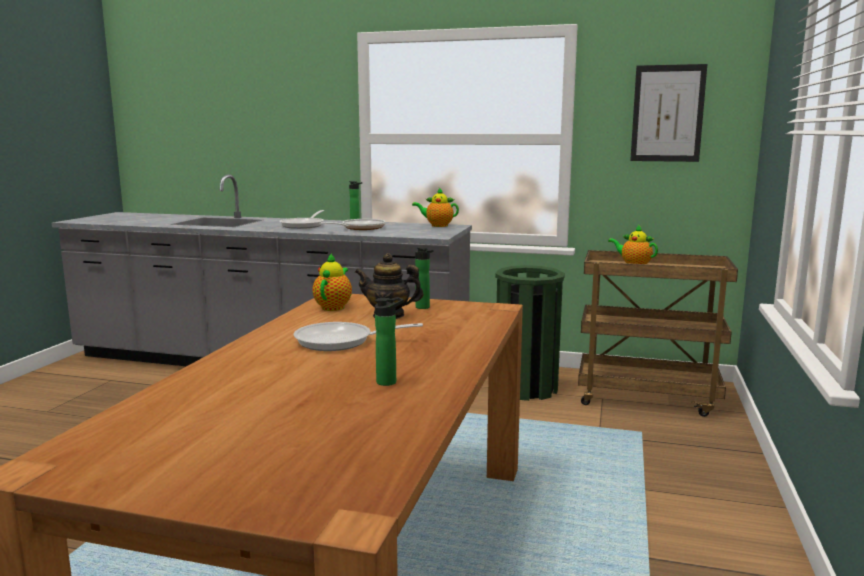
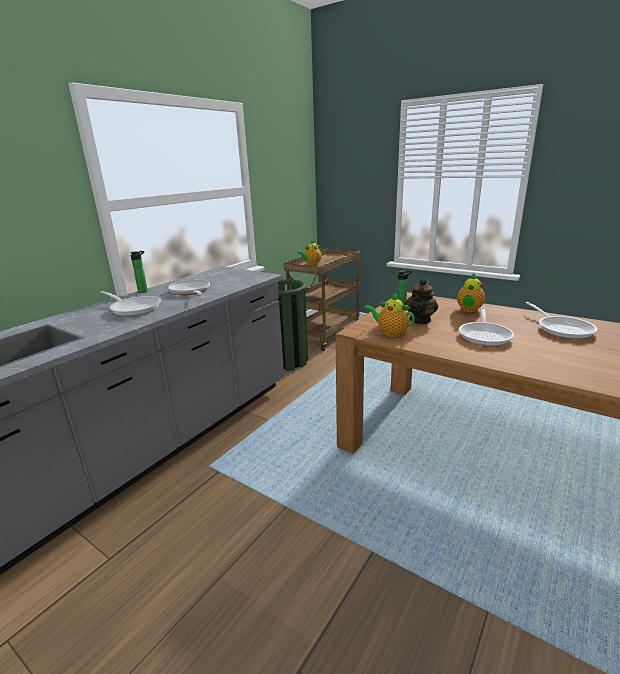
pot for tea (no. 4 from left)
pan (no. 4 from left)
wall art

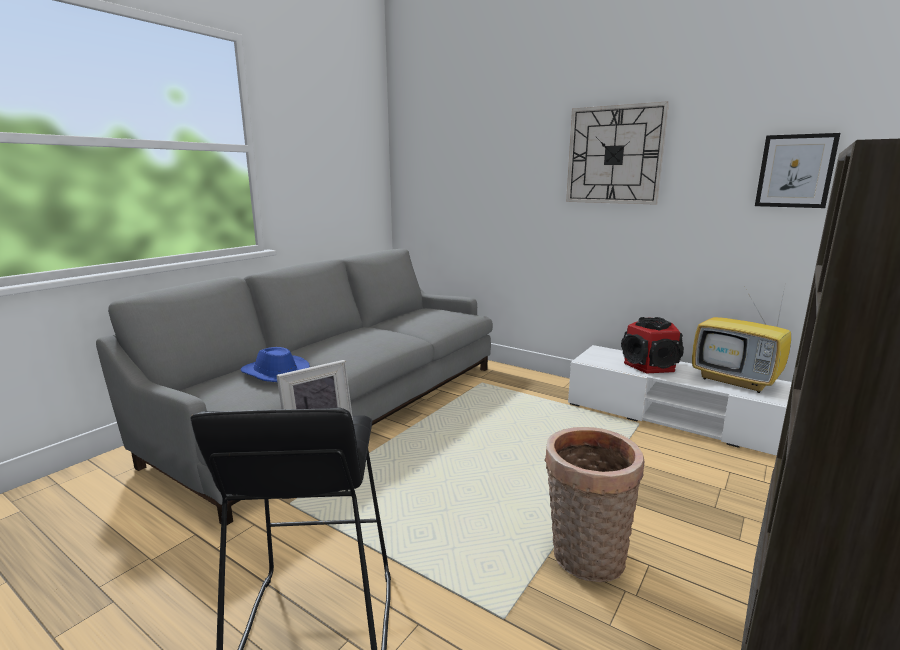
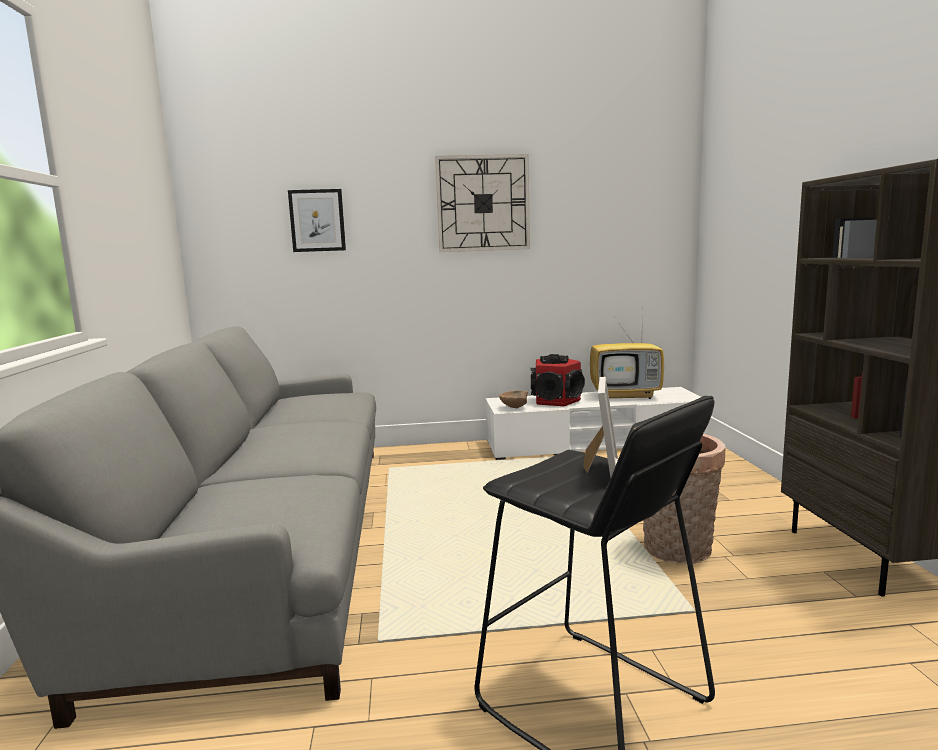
wall art
brownish serving bowl
bluish wearable hat

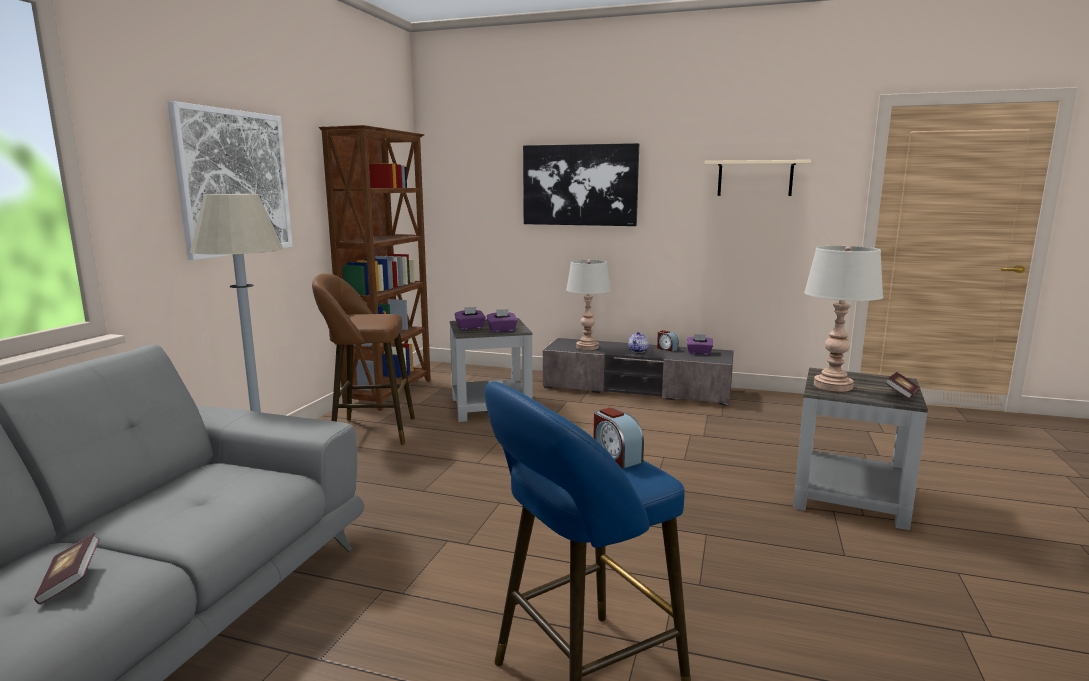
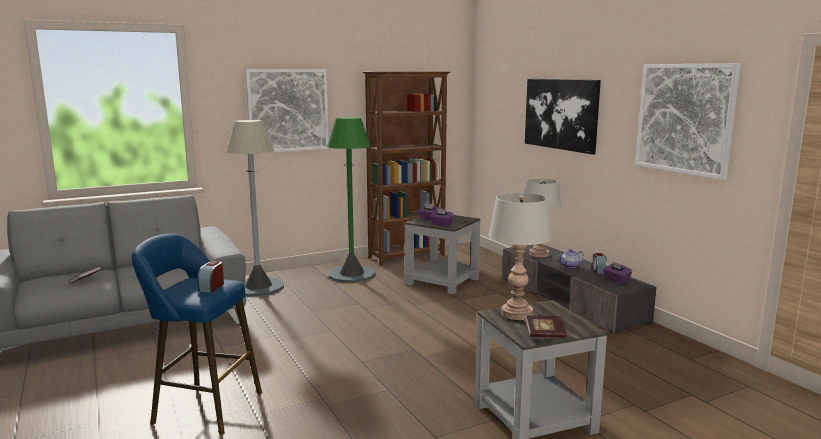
green-coloured floor lamp
wall art (no. 3 from left)

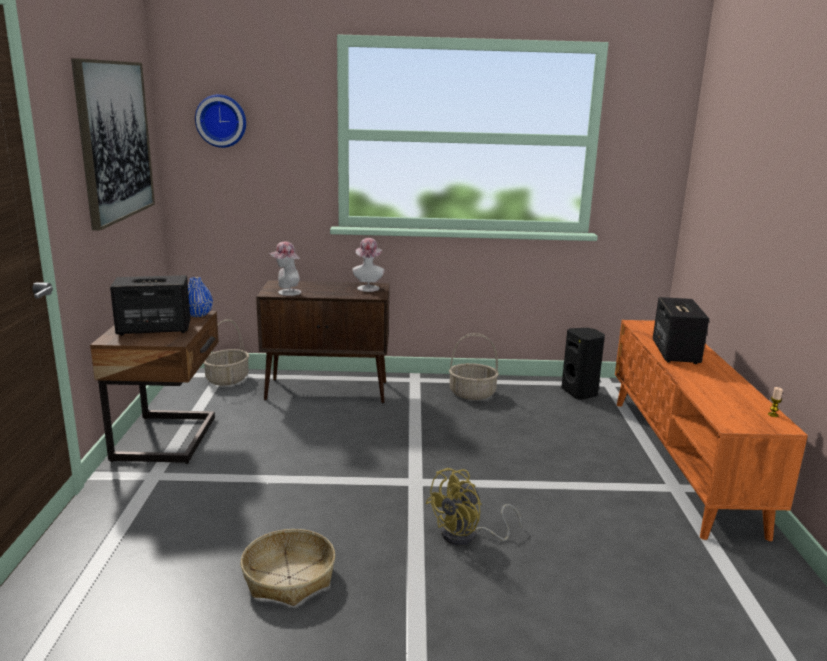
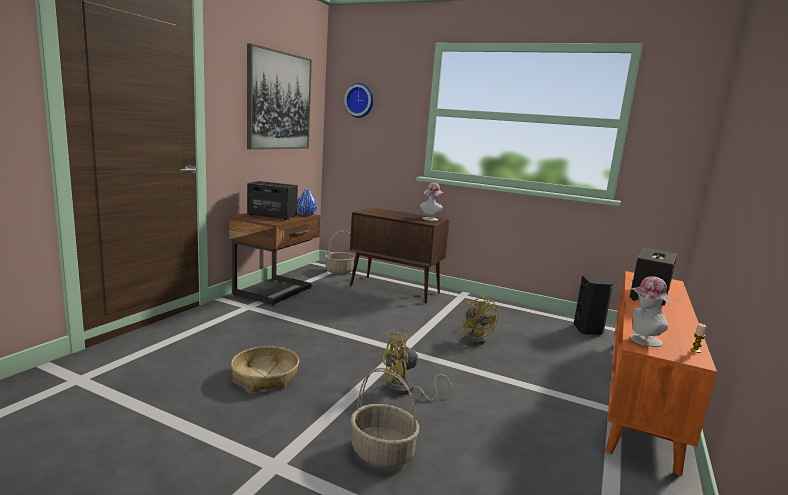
household basket (no. 3 from left)
yellow fan (no. 2 from left)
wearable hat (no. 2 from left)

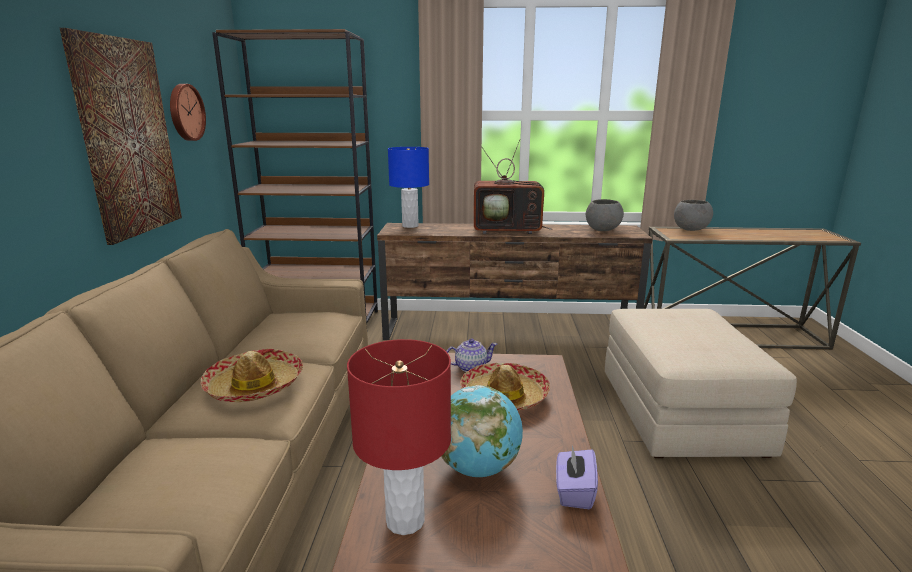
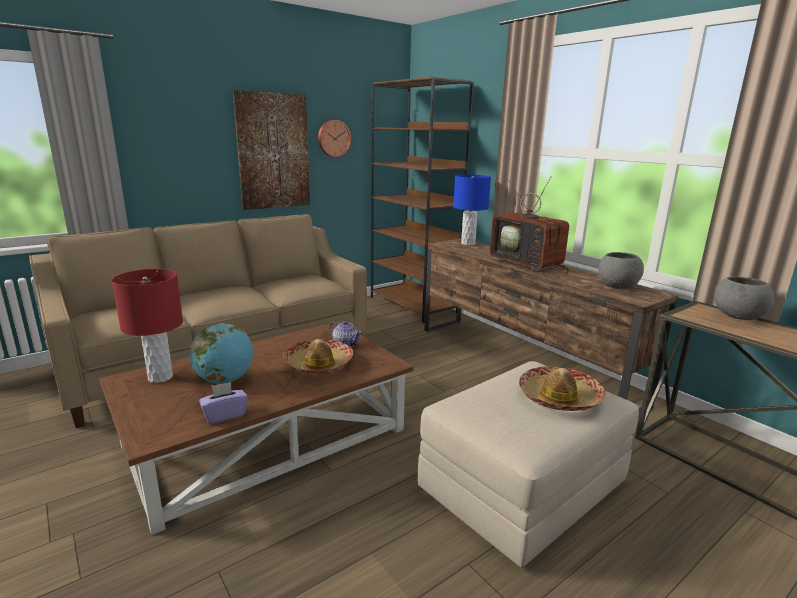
wearable hat (no. 2 from left)

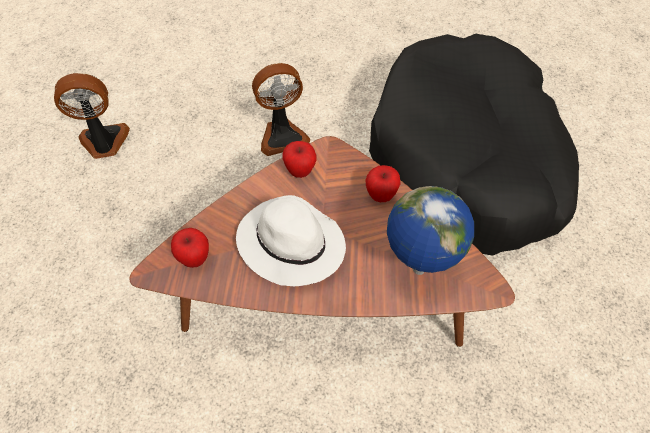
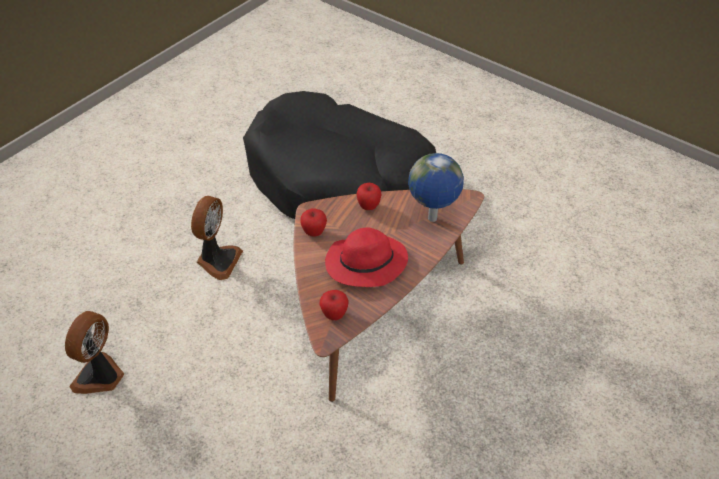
red wearable hat

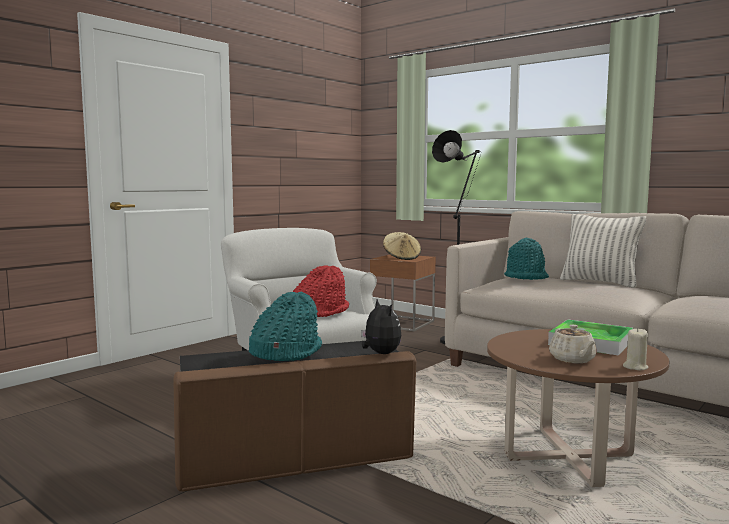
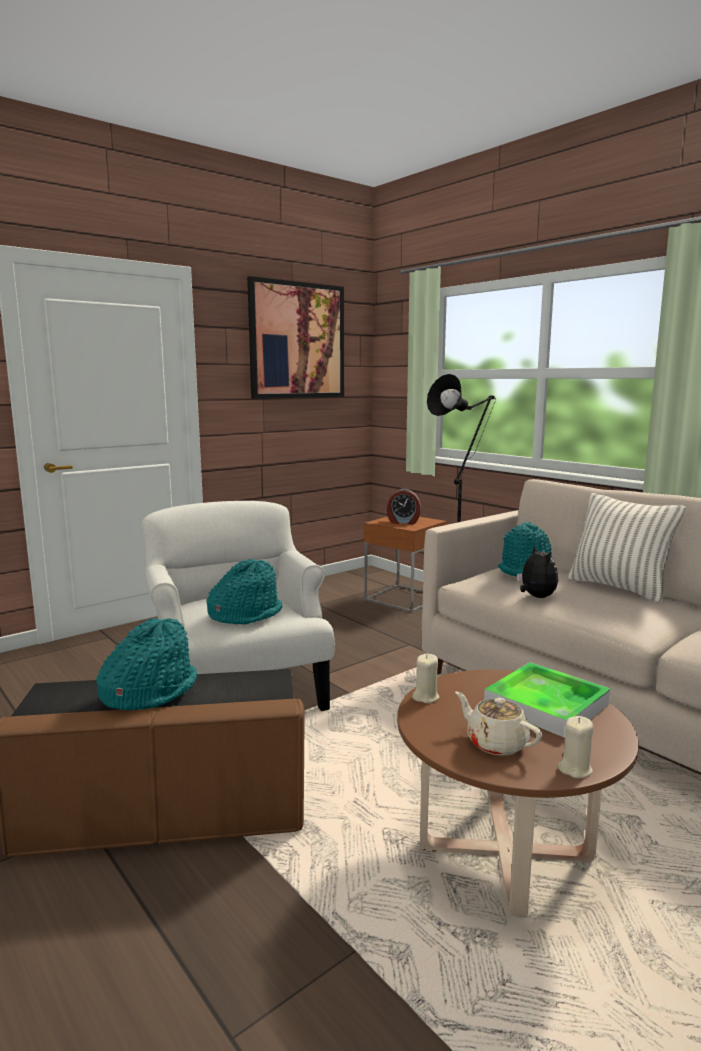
blue-green wearable hat (no. 2 from left)
wall art
bedside clock
beige-coloured wax candle (no. 1 from left)
beige-coloured pot for tea
soft toy

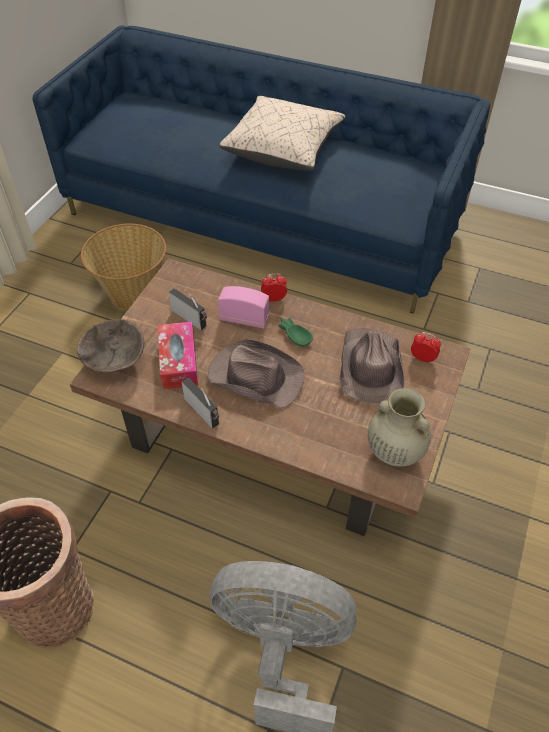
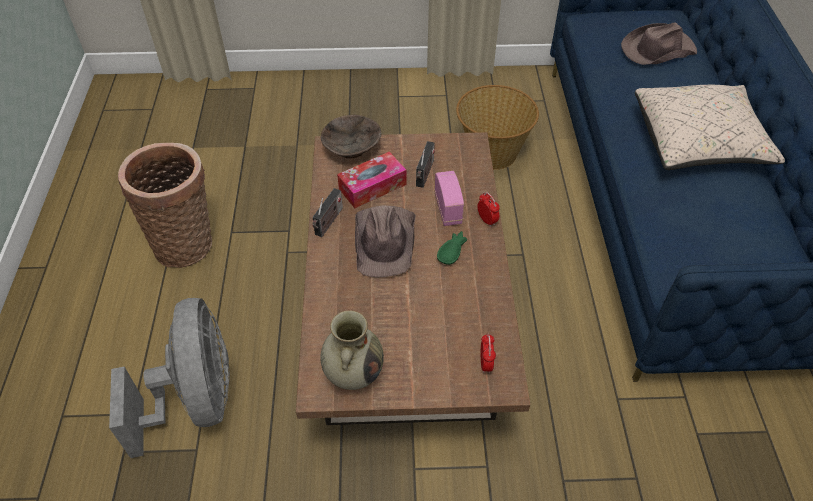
brownish wearable hat (no. 2 from left)

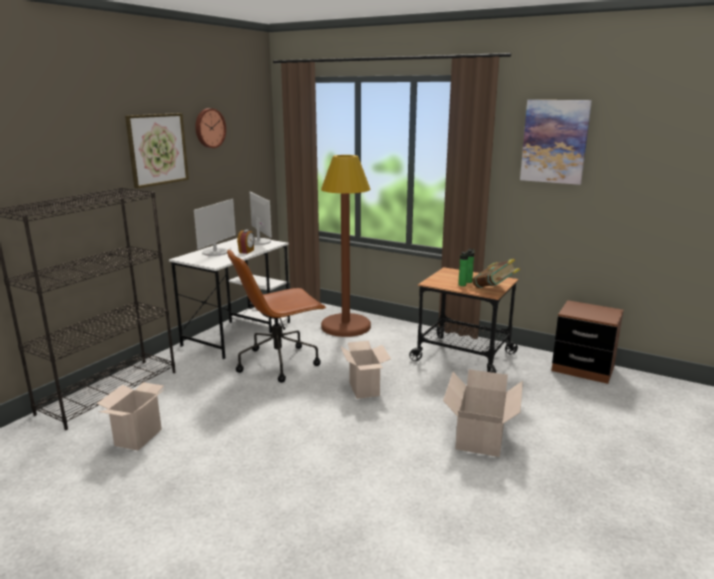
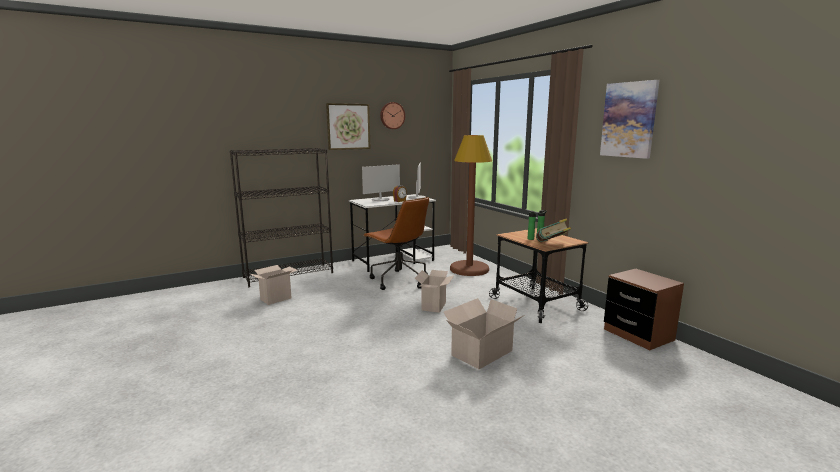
brownish office chair

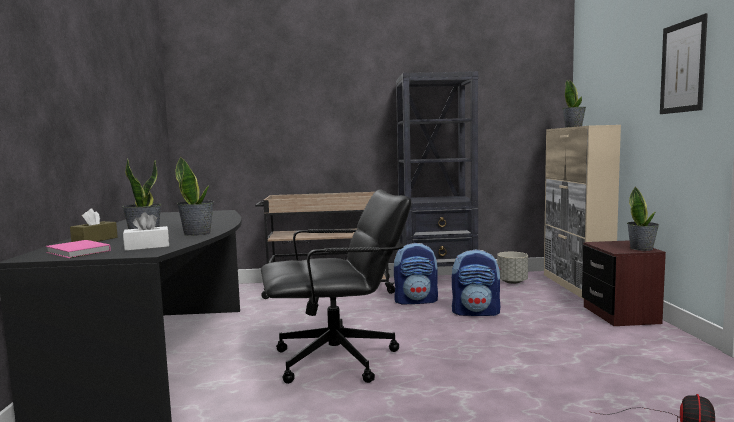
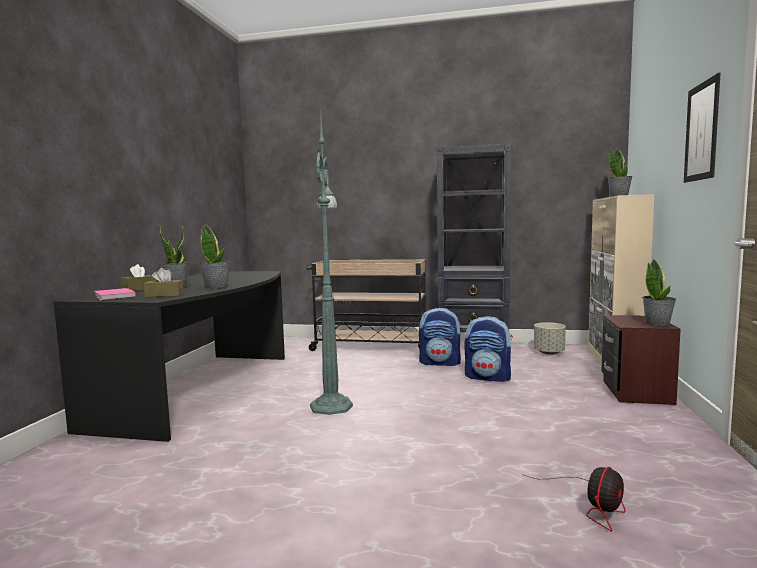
brownish tissue holder (no. 2 from left)
green-coloured floor lamp

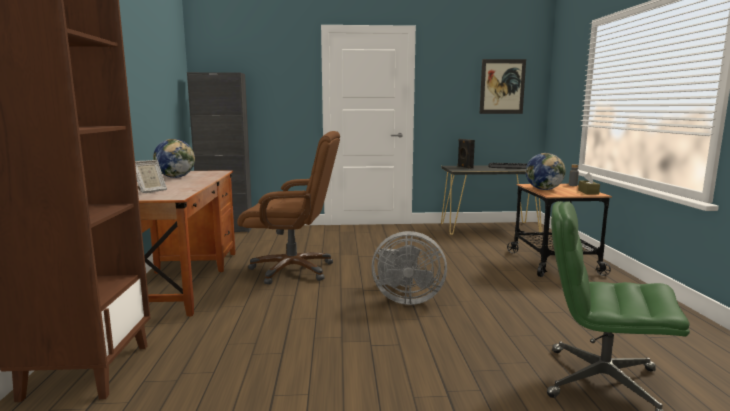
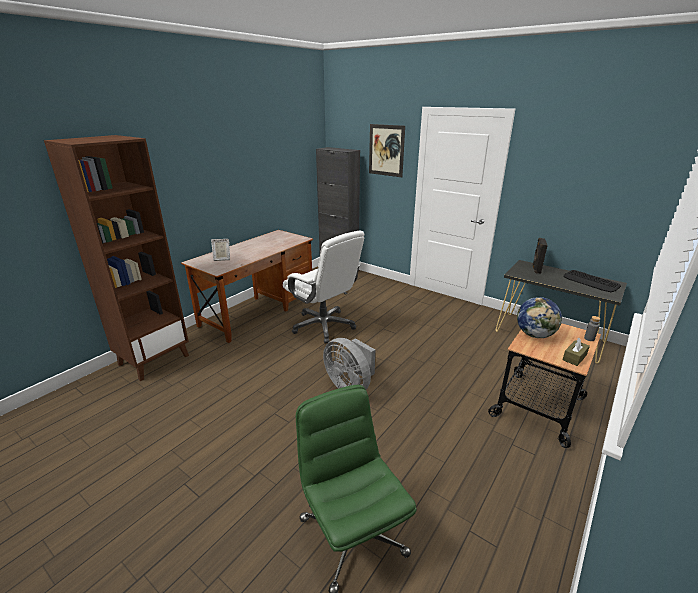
white office chair
wall art
globe (no. 1 from left in the first image)

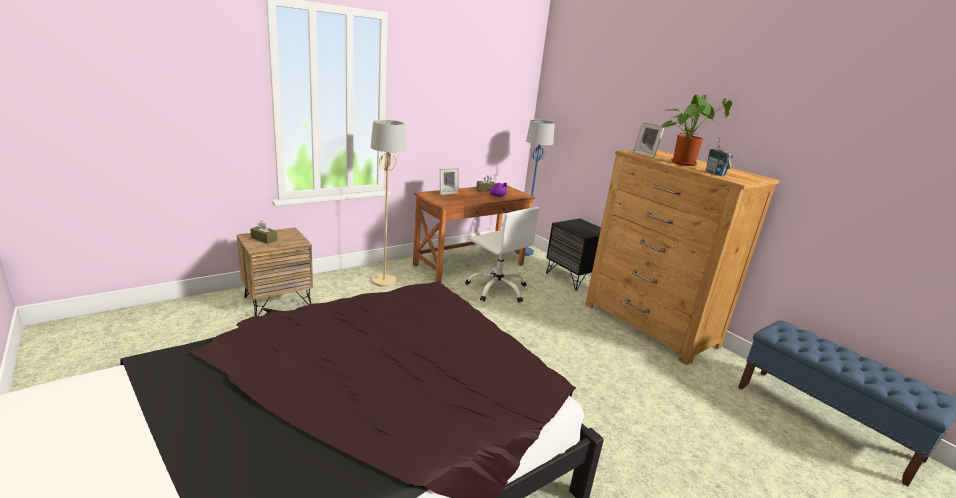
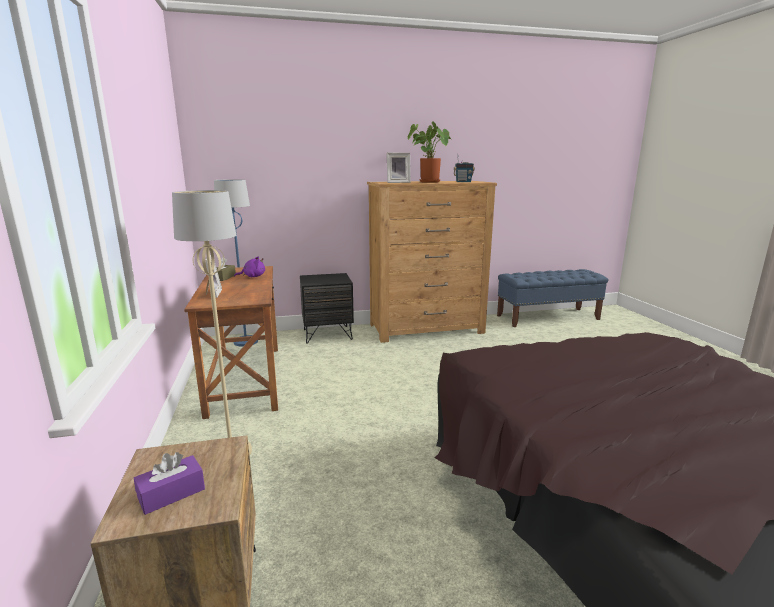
purple-coloured tissue holder
white office chair

